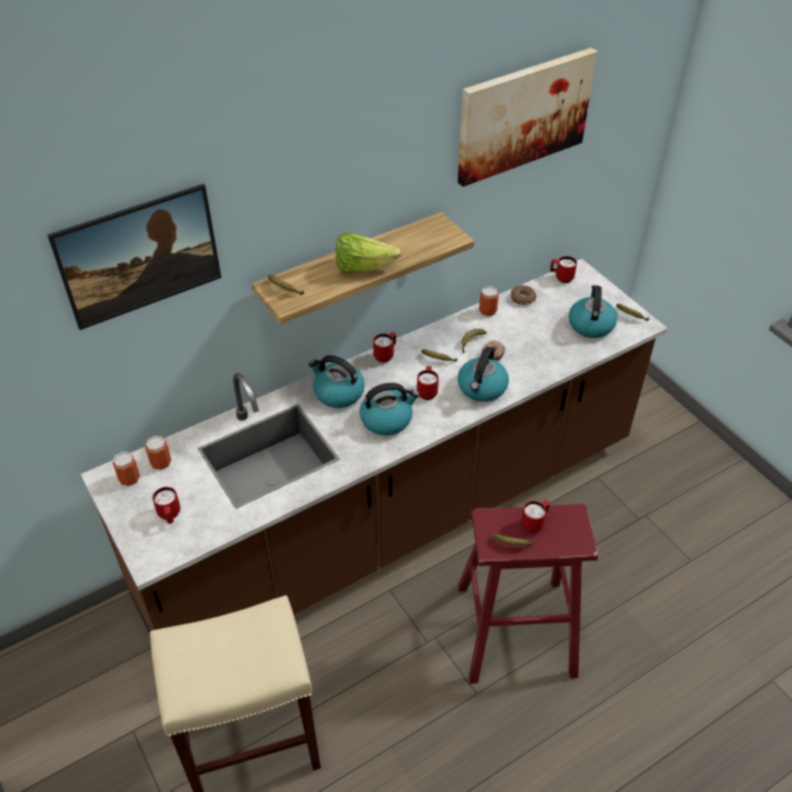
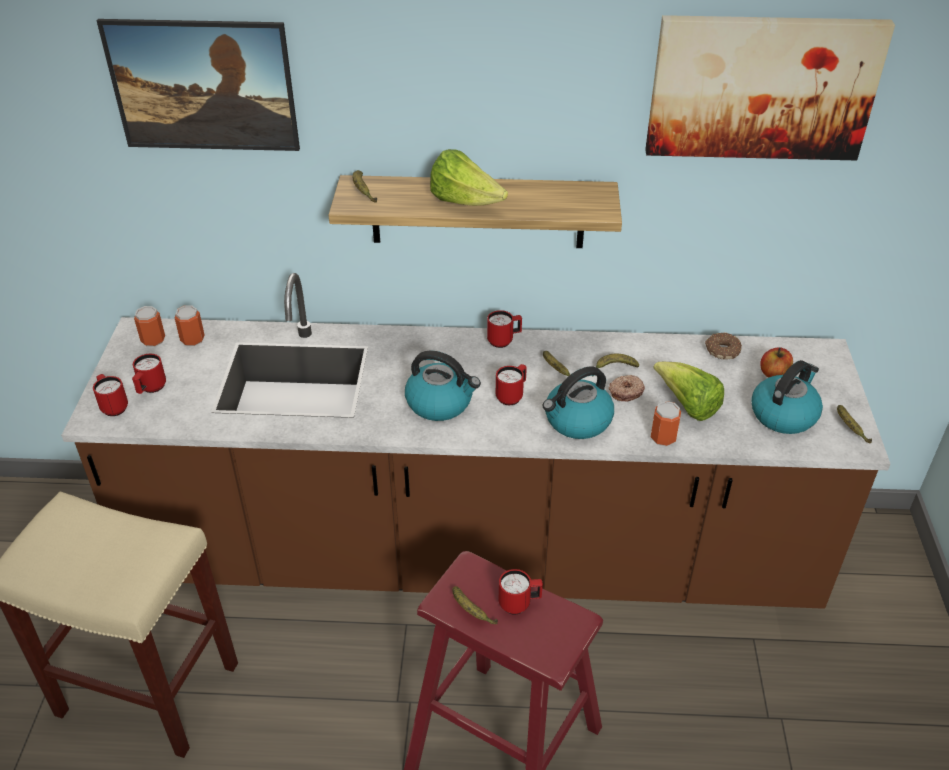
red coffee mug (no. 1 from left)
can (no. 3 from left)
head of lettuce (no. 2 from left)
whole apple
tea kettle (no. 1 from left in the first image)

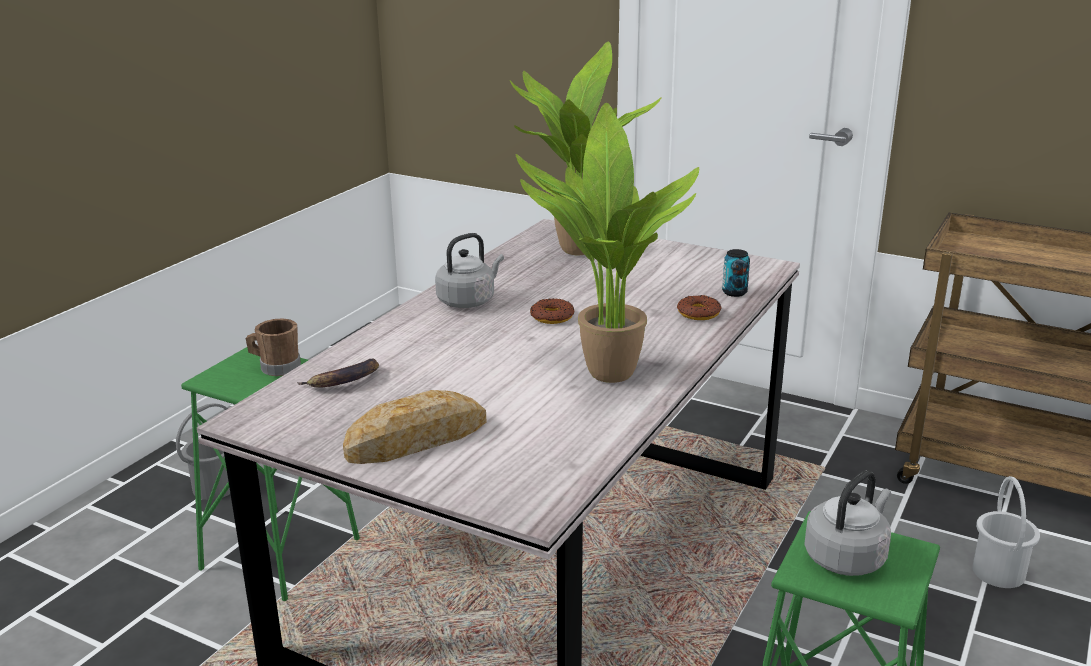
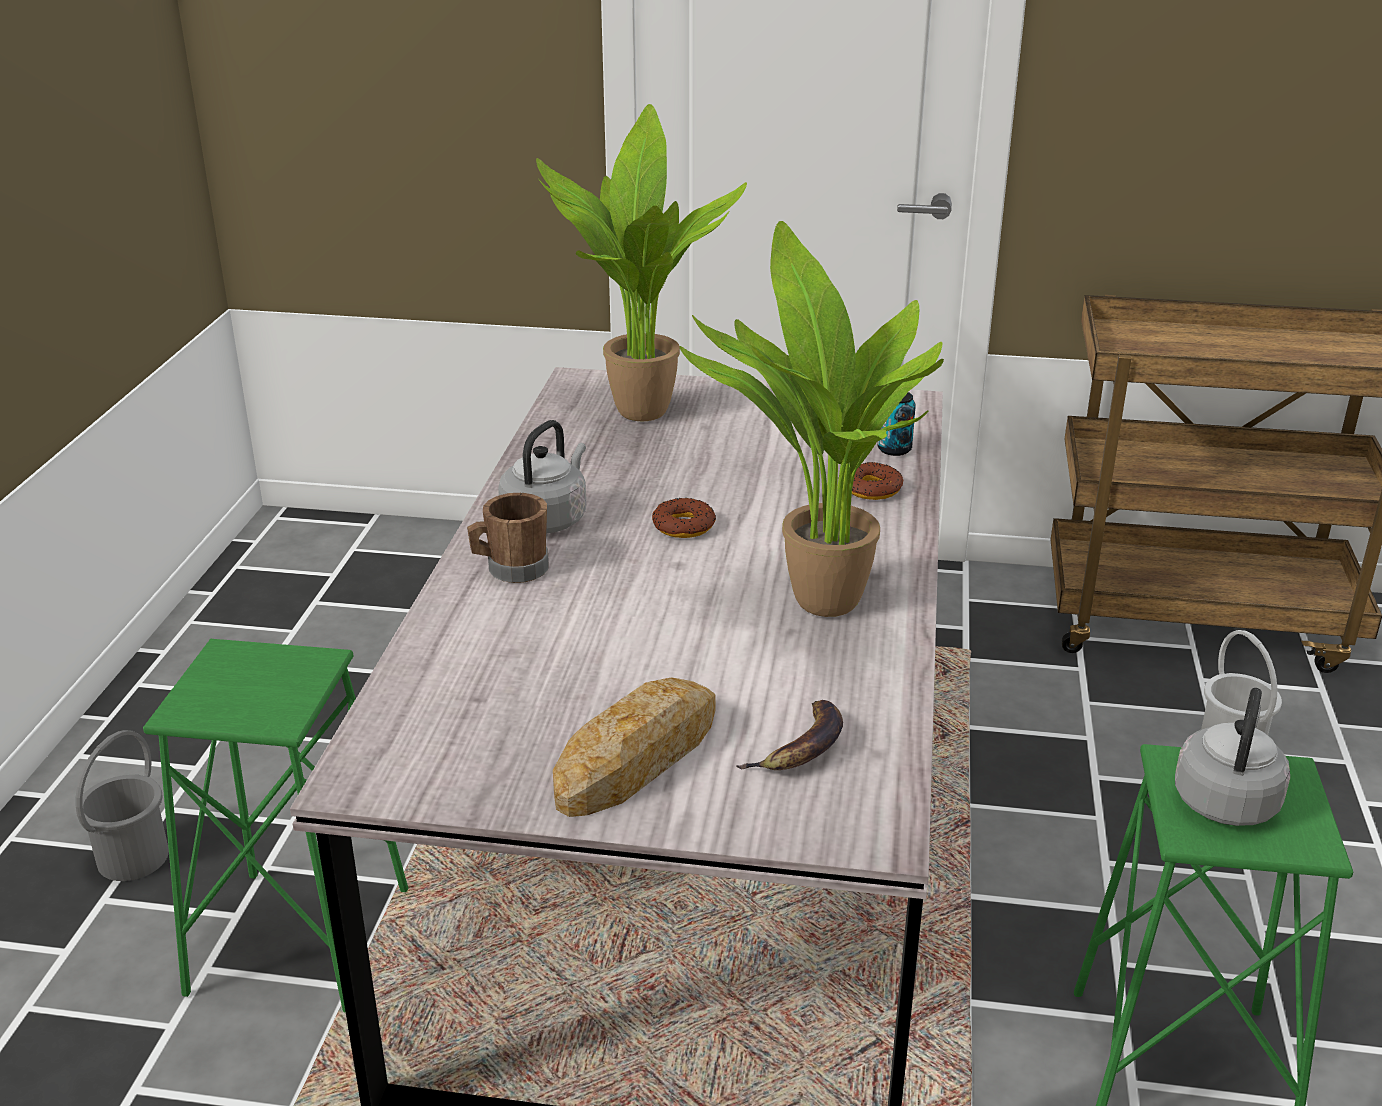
brownish coffee mug
banana

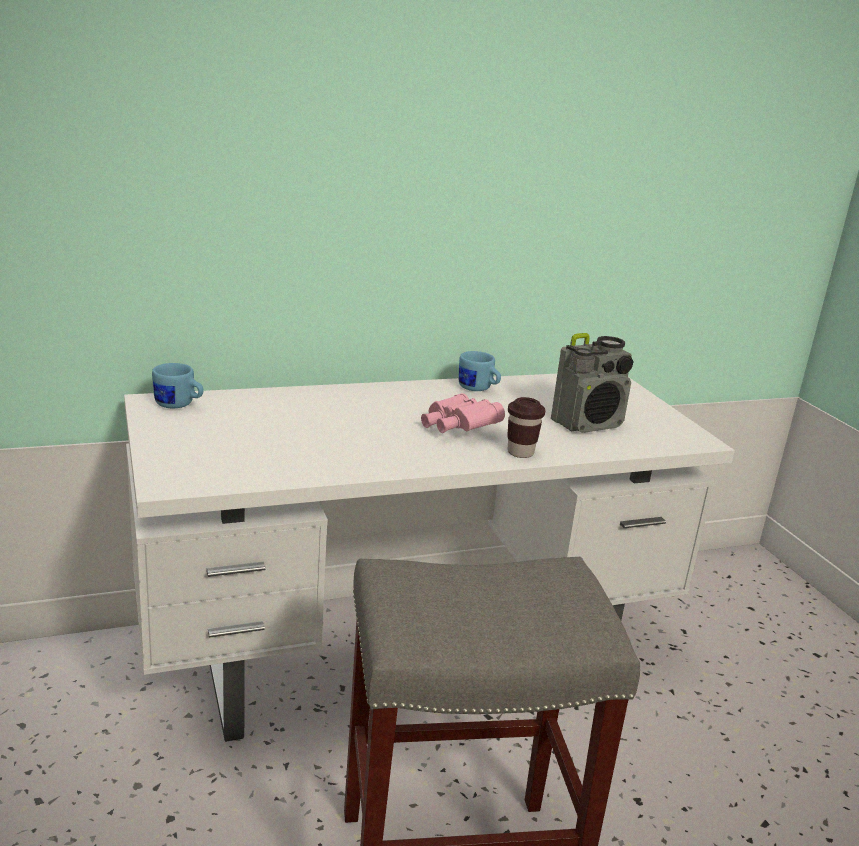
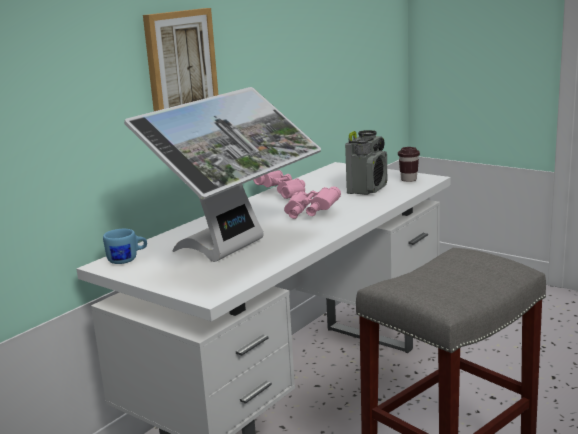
computer display
wall art
pink-coloured field glasses (no. 1 from left)
brownish drinking cup

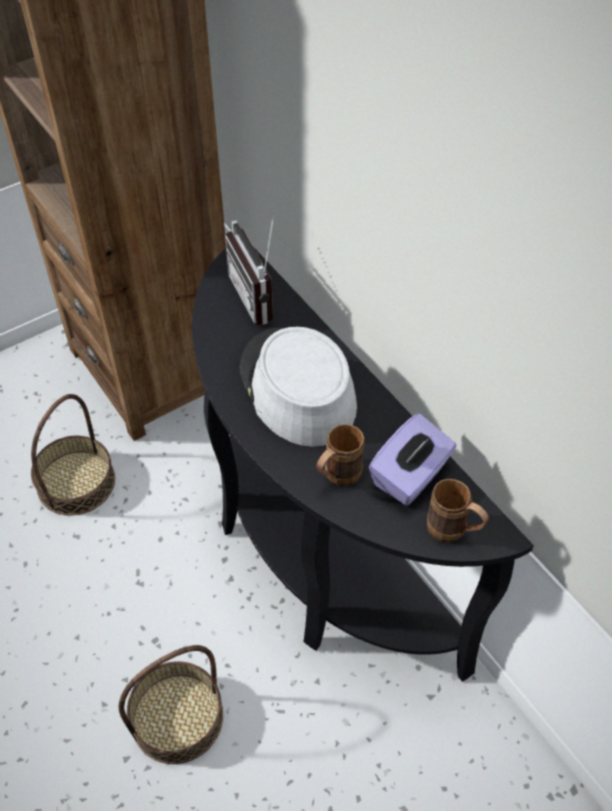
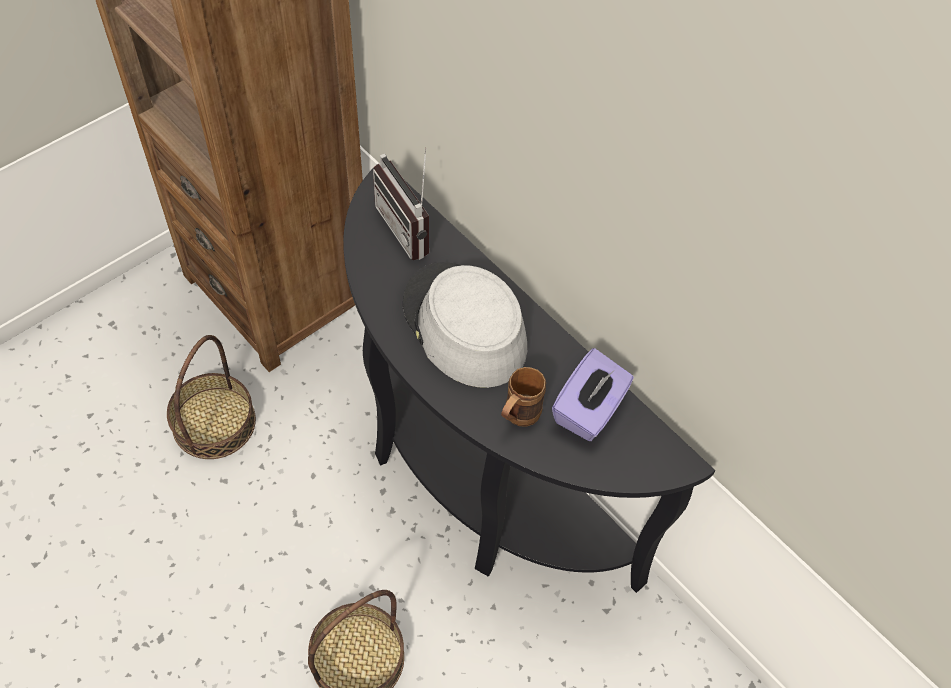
brownish coffee mug (no. 2 from left in the first image)

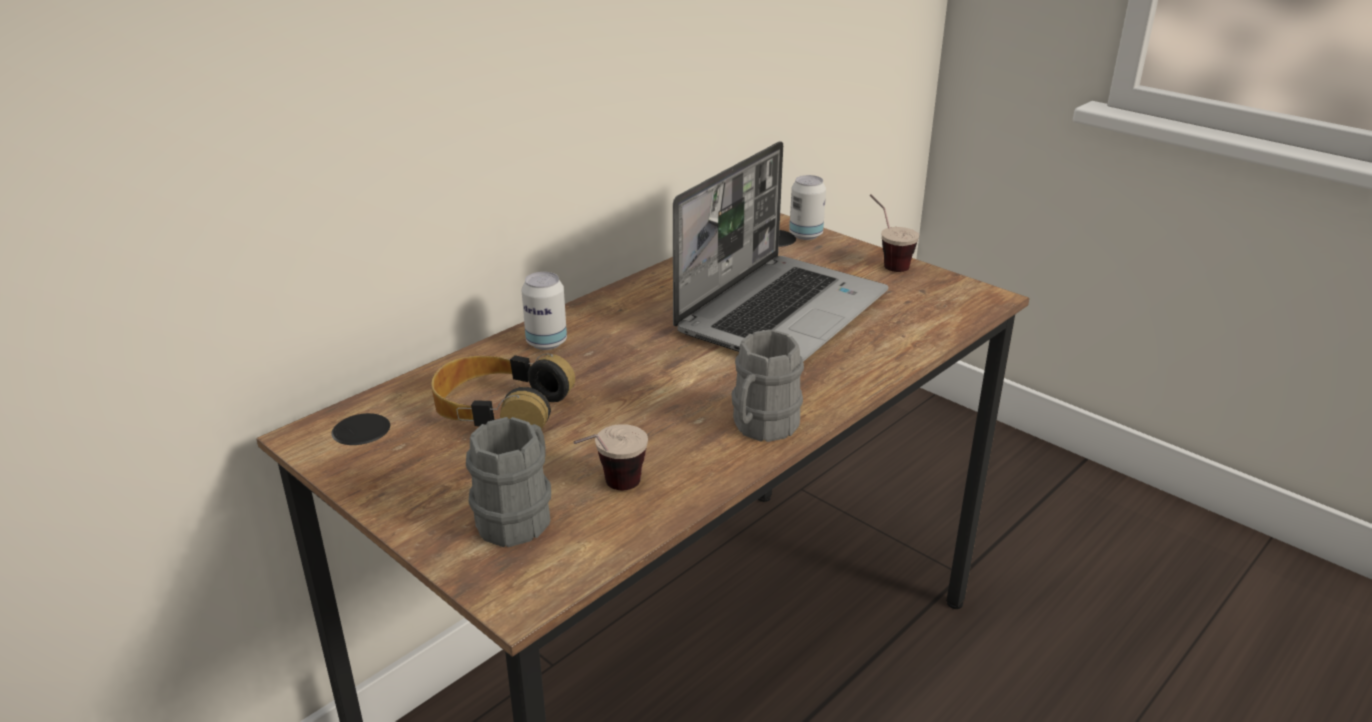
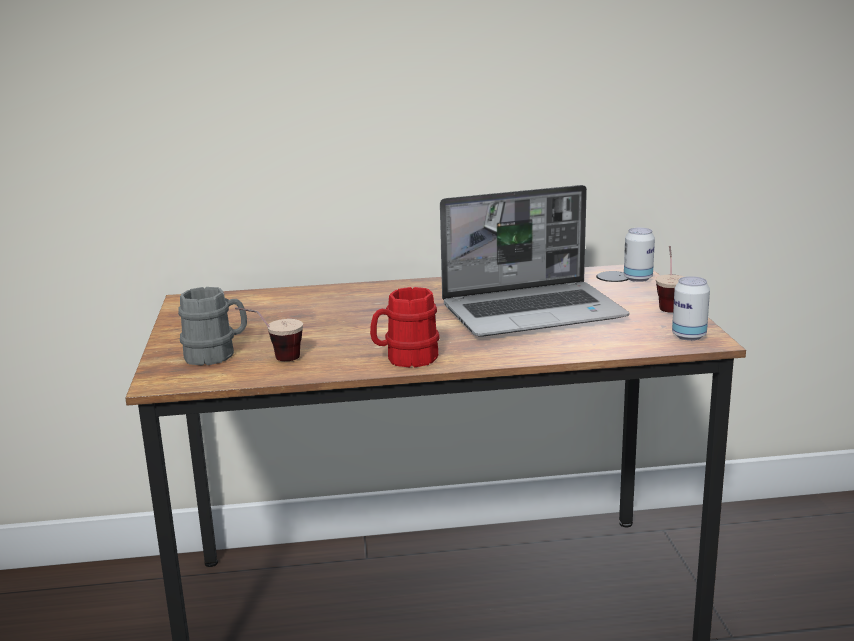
red coffee mug
can (no. 2 from left)
headphones

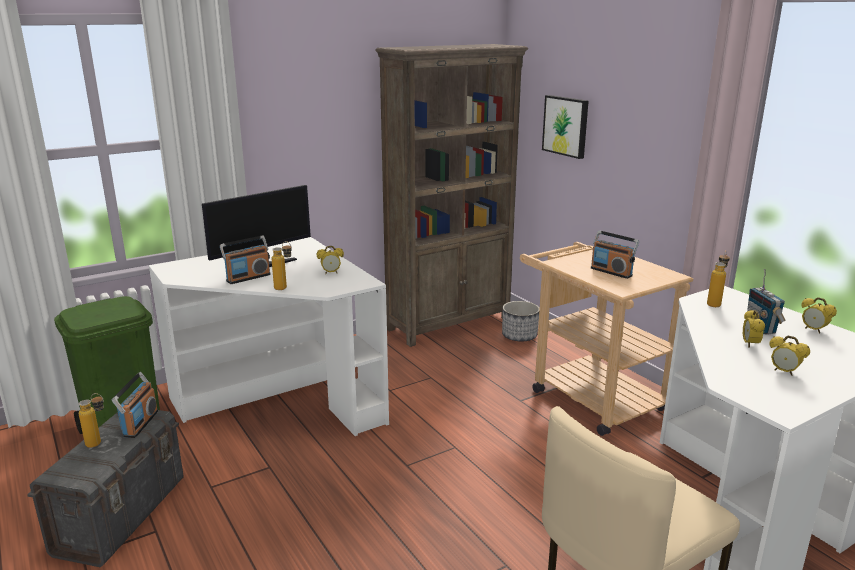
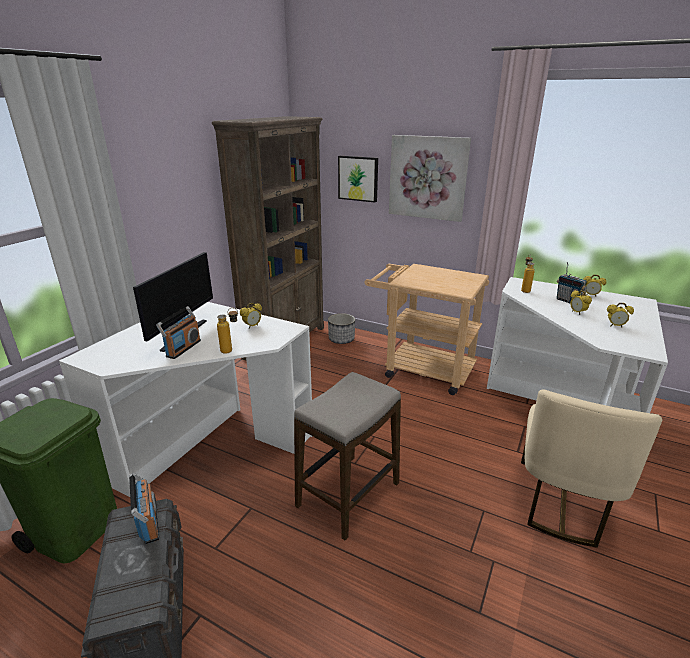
stool
wall art (no. 2 from left)
beverage bottle (no. 1 from left in the first image)
radio set (no. 3 from left in the first image)

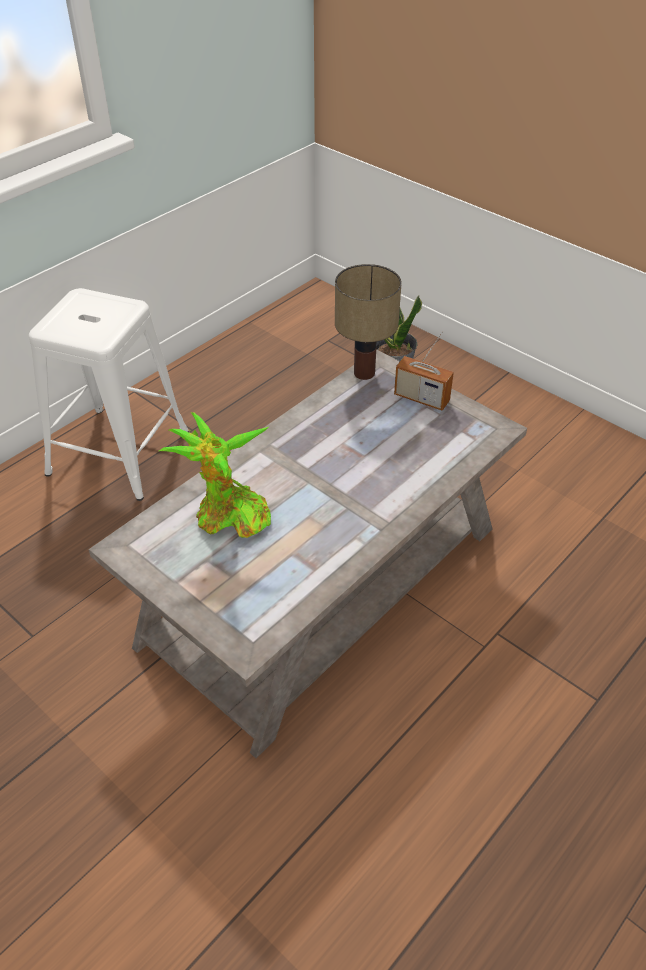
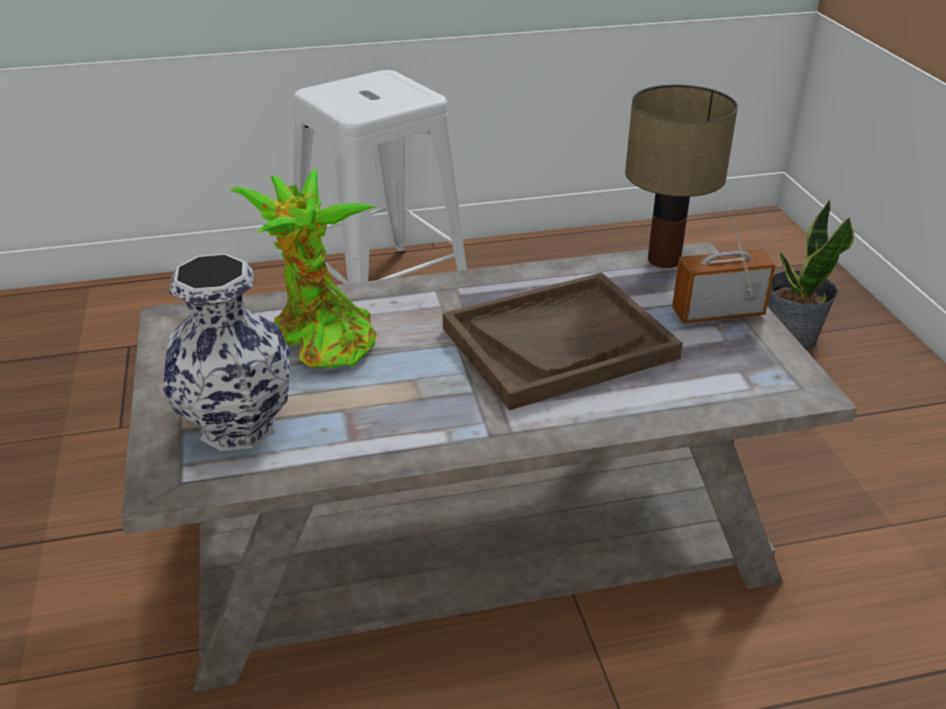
decorative vase
brownish carrying tray
radio set

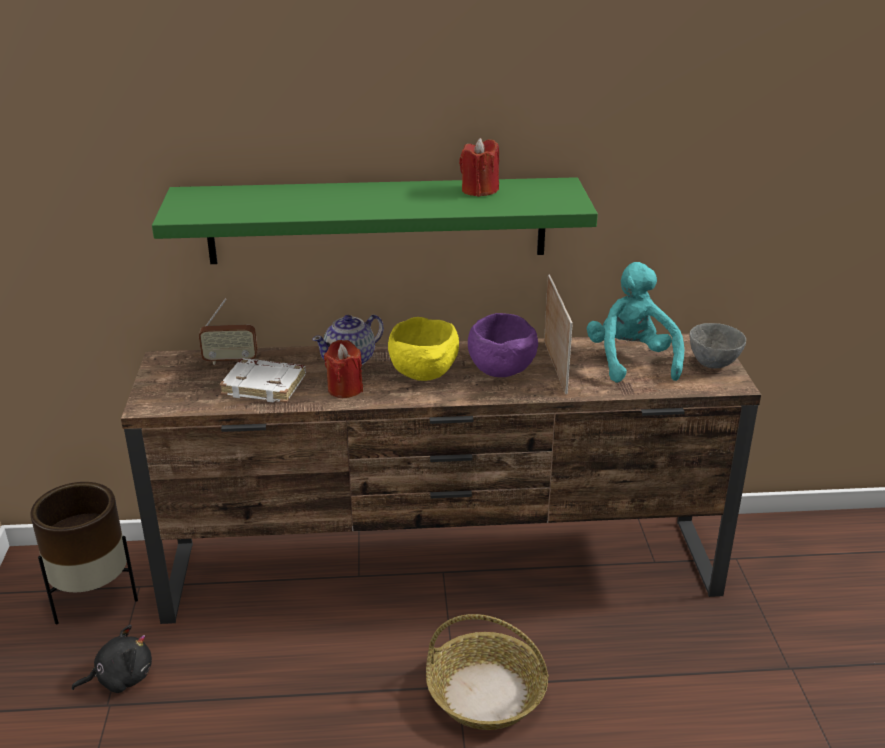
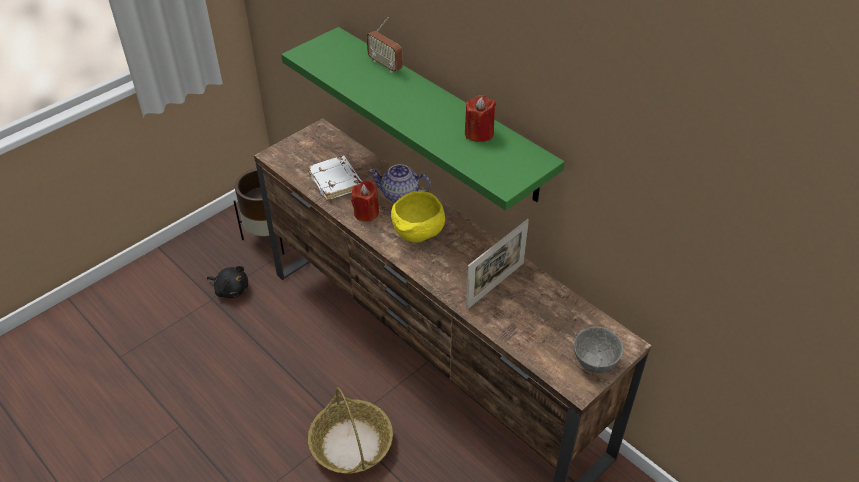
radio set
purple-coloured serving bowl
blue-green soft toy

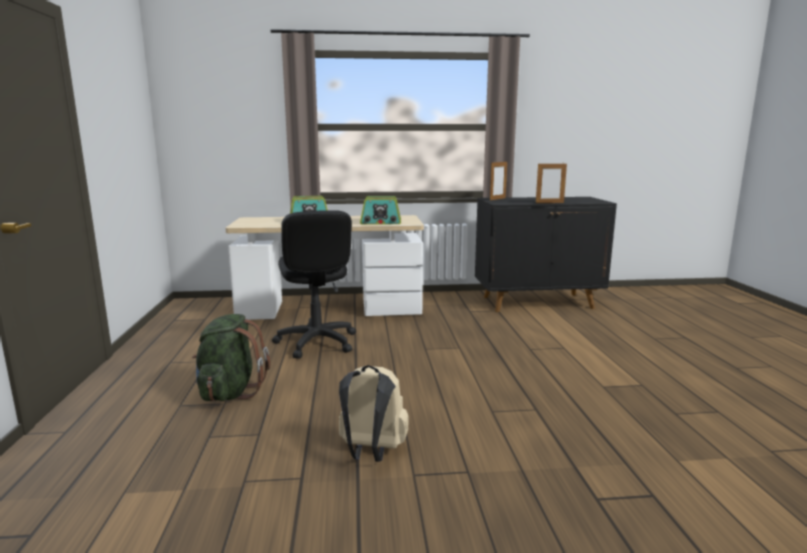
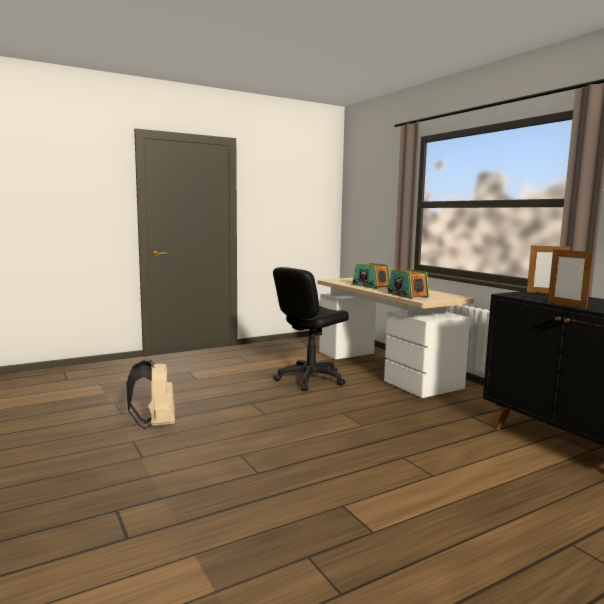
green-coloured knapsack

